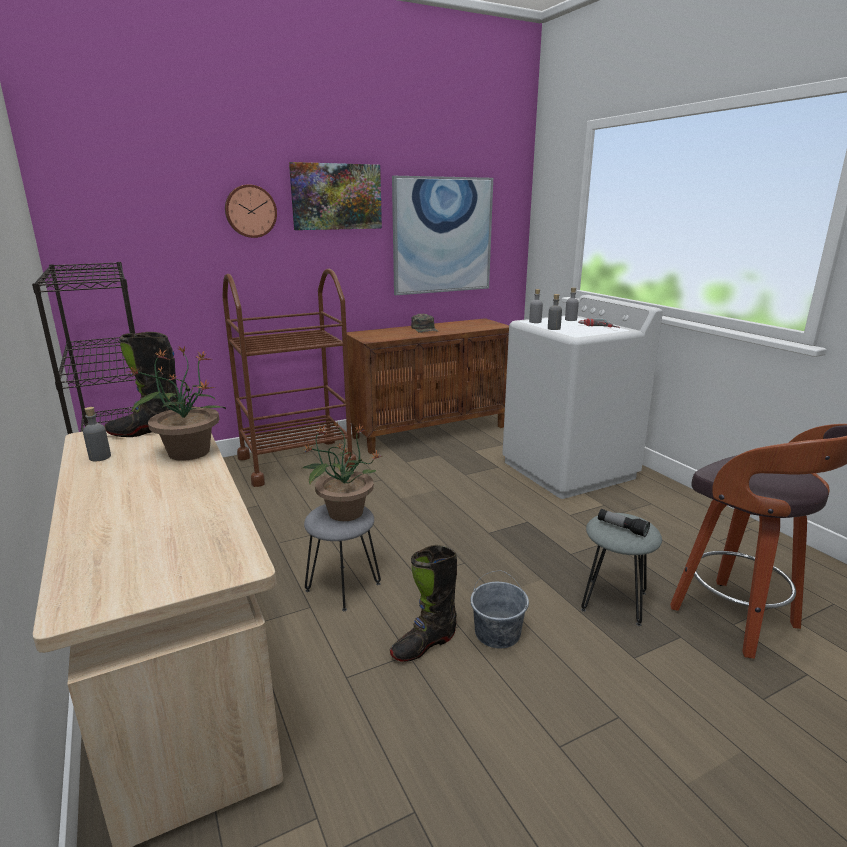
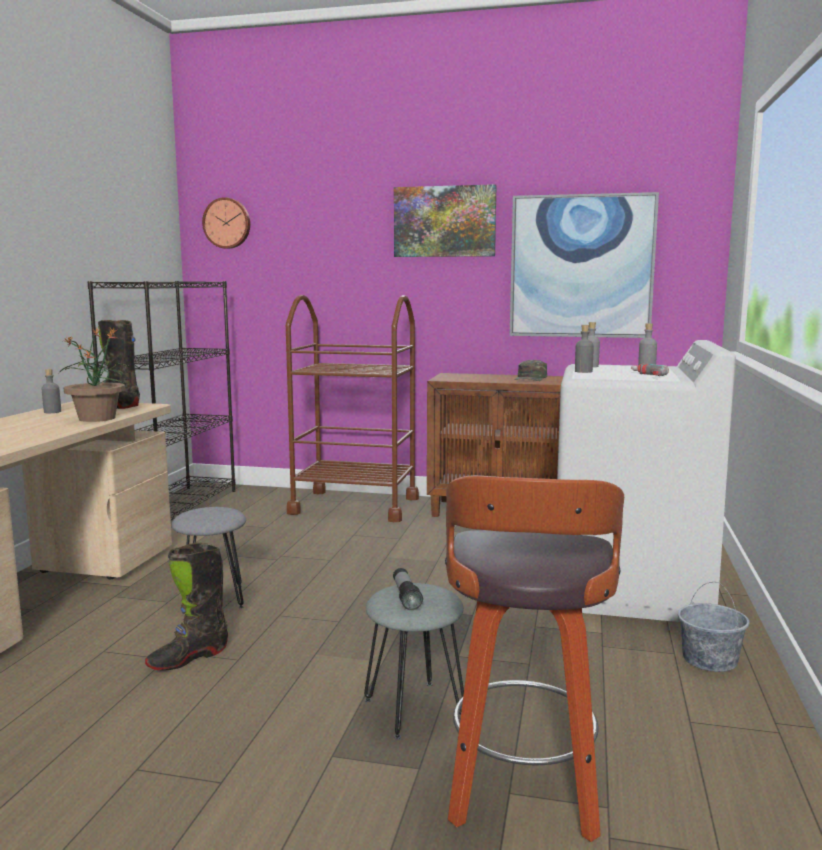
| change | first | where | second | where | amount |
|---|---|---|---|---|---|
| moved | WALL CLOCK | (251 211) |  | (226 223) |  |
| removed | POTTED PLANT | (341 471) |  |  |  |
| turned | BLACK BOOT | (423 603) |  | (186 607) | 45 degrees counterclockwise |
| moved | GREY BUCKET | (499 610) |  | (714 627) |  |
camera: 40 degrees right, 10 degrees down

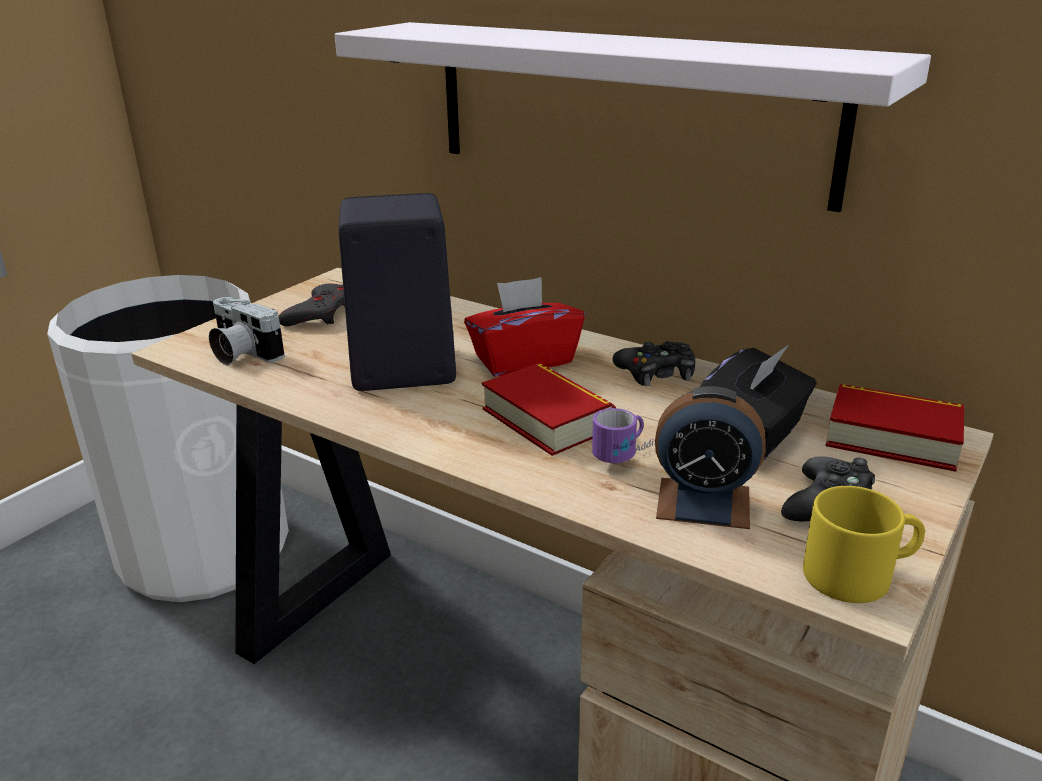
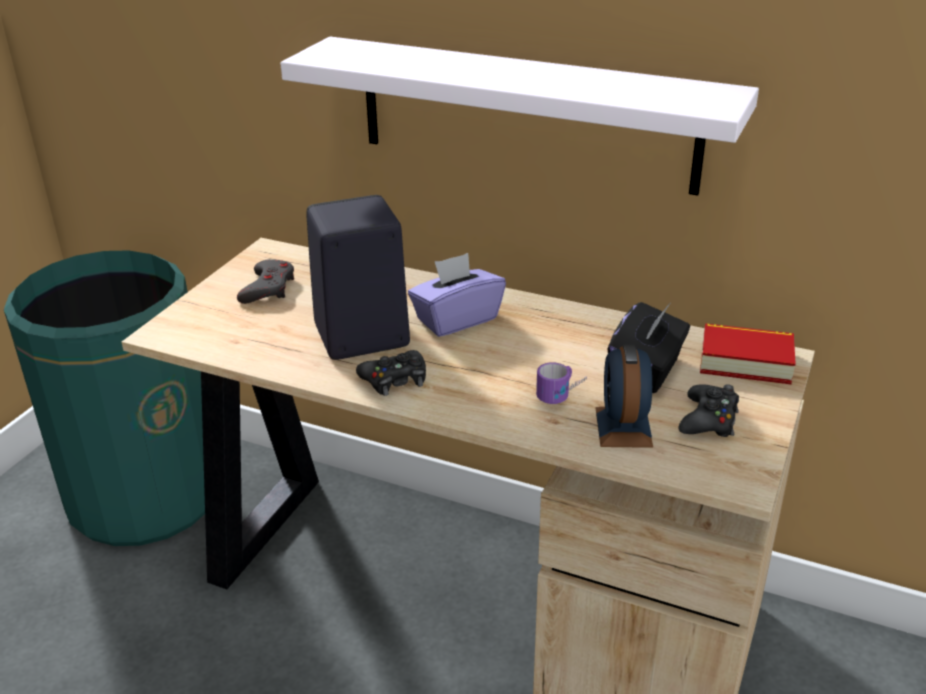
| change | first | where | second | where | amount |
|---|---|---|---|---|---|
| recoloured | WHITE TRASH CAN | (168 438) | GREEN TRASH CAN | (104 398) |  |
| removed | PHOTO CAMERA | (247 331) |  |  |  |
| recoloured | RED TISSUE BOX | (524 327) | PURPLE TISSUE BOX | (457 295) |  |
| removed | BOOK | (549 409) |  |  |  |
| moved | BLACK GAME CONTROLLER | (654 363) |  | (391 373) |  |
| turned | ALARM CLOCK | (710 457) |  | (624 396) | 90 degrees clockwise |
| removed | YELLOW MUG | (864 544) |  |  |  |
camera: 10 degrees left, 5 degrees up

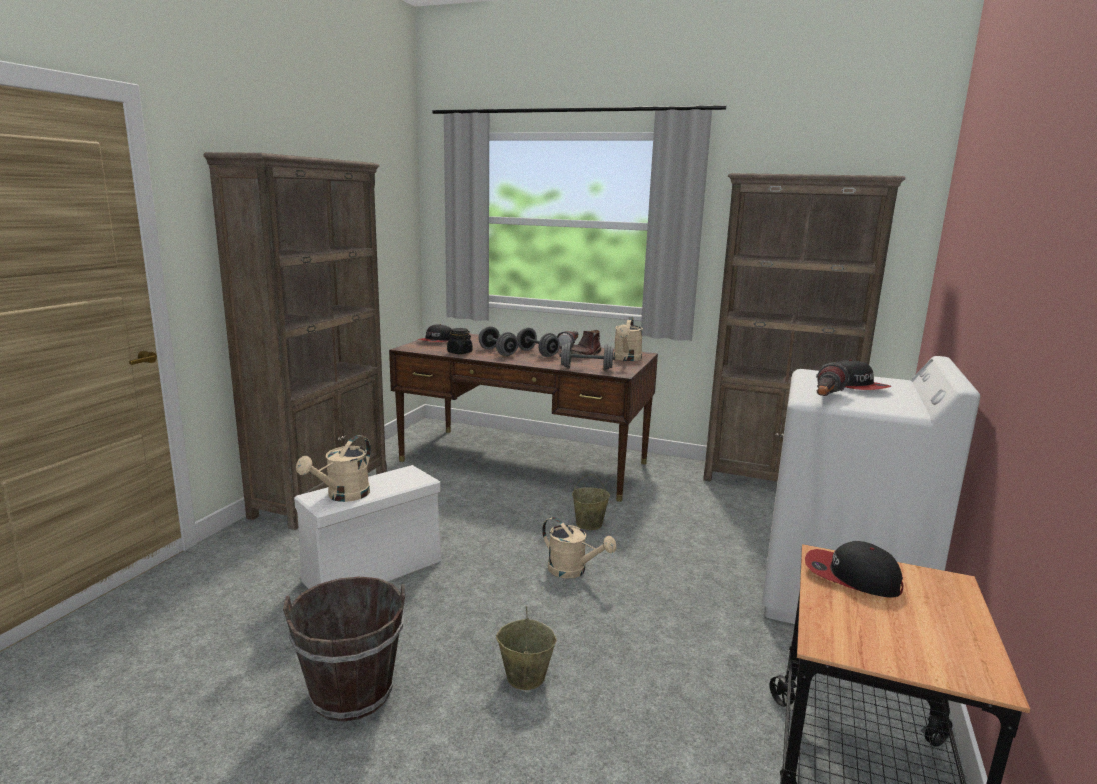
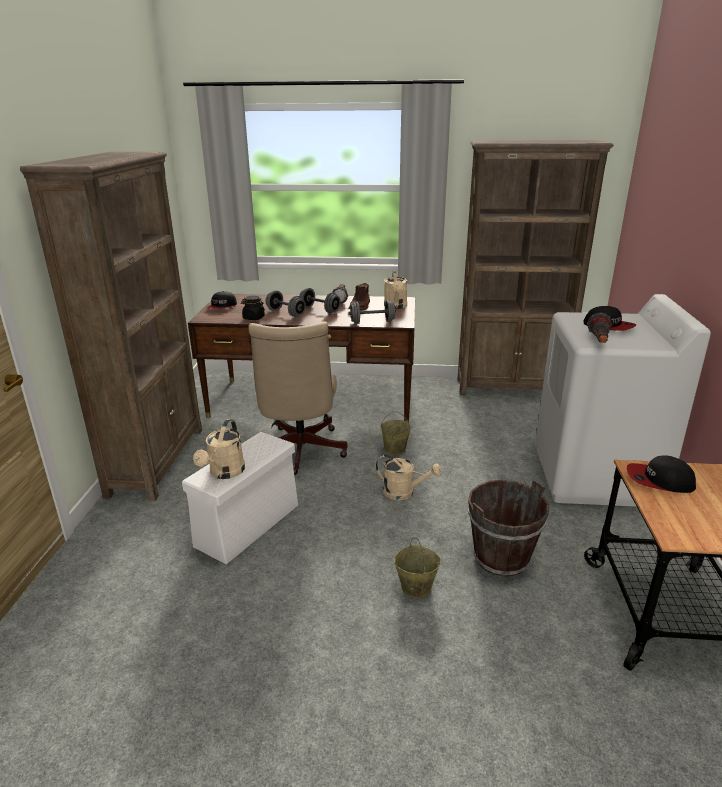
| change | first | where | second | where | amount |
|---|---|---|---|---|---|
| moved | BROWN BUCKET | (344 649) |  | (508 528) |  |
| added |  |  | BEIGE OFFICE CHAIR | (298 398) |  |
camera: 15 degrees left, 10 degrees up

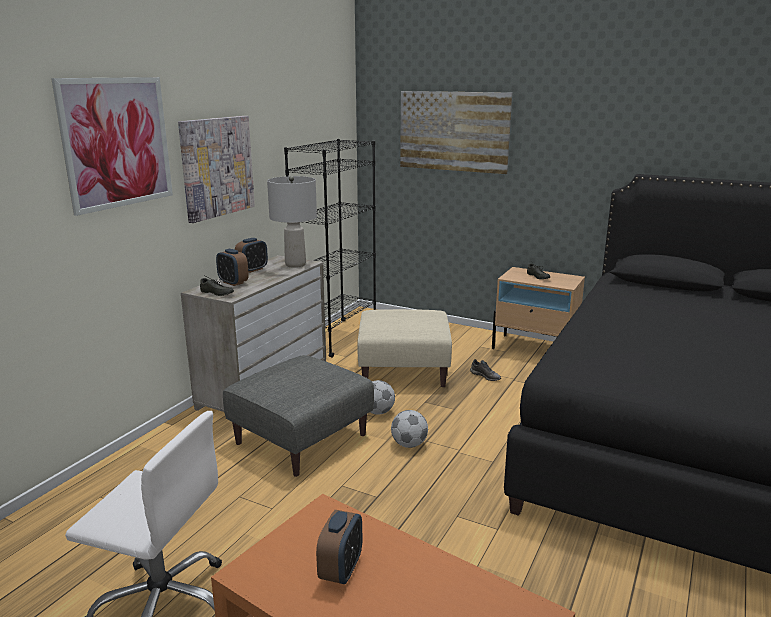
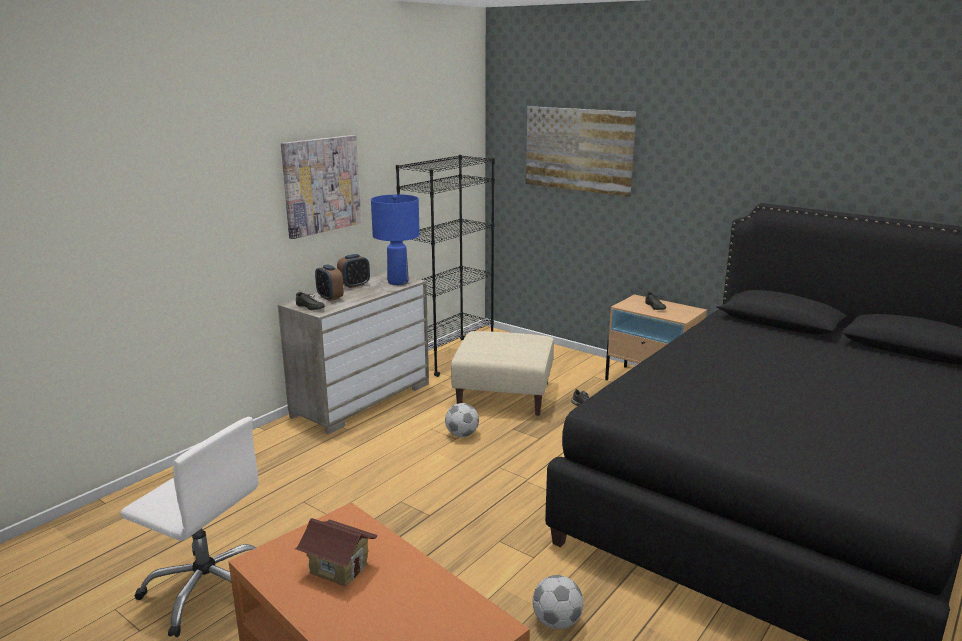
| change | first | where | second | where | amount |
|---|---|---|---|---|---|
| removed | PICTURE | (112 146) |  |  |  |
| removed | GREY OTTOMAN | (298 416) |  |  |  |
| recoloured | GREY TABLE LAMP | (292 222) | BLUE TABLE LAMP | (395 239) |  |
| replaced | ALARM CLOCK | (339 547) | TOY HOUSE | (336 552) |  |
| moved | FOOTBALL | (409 429) |  | (557 602) |  |
camera: 10 degrees right, 0 degrees up

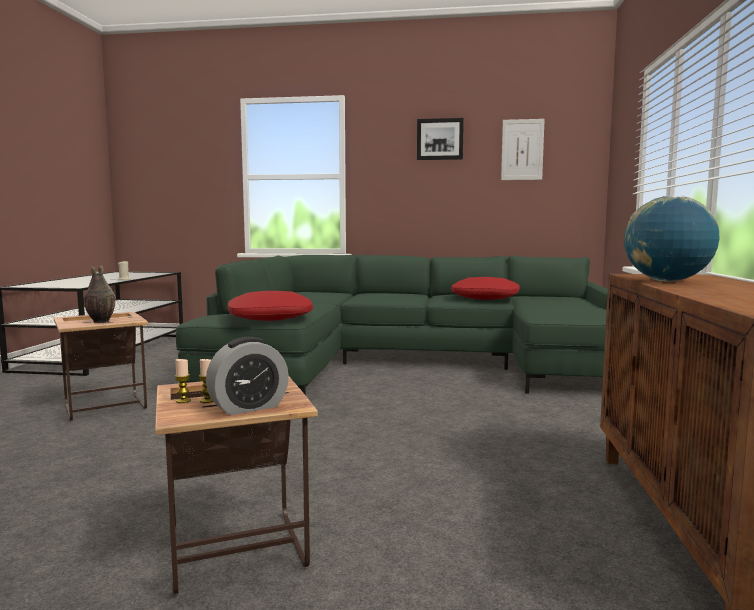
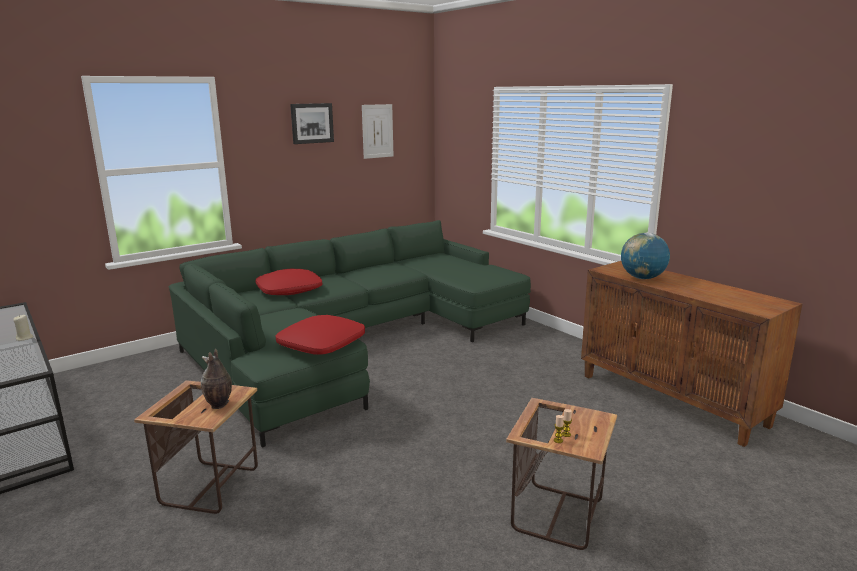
| change | first | where | second | where | amount |
|---|---|---|---|---|---|
| removed | ALARM CLOCK | (247 376) |  |  |  |
| moved | RED PILLOW | (485 288) |  | (288 282) |  |
camera: 45 degrees left, 10 degrees up

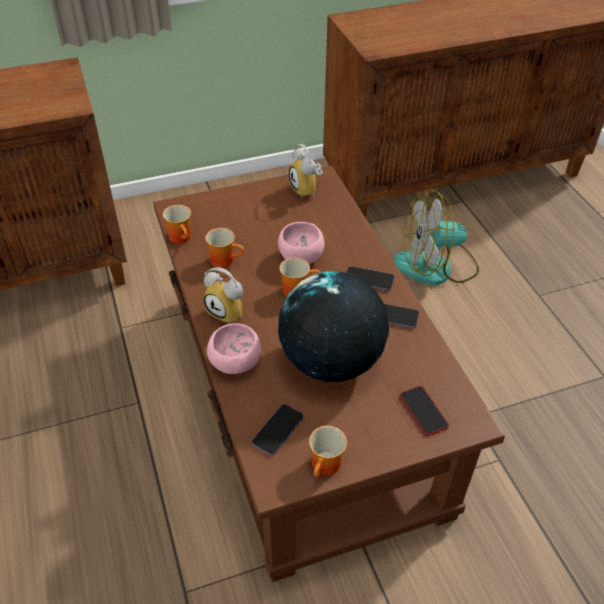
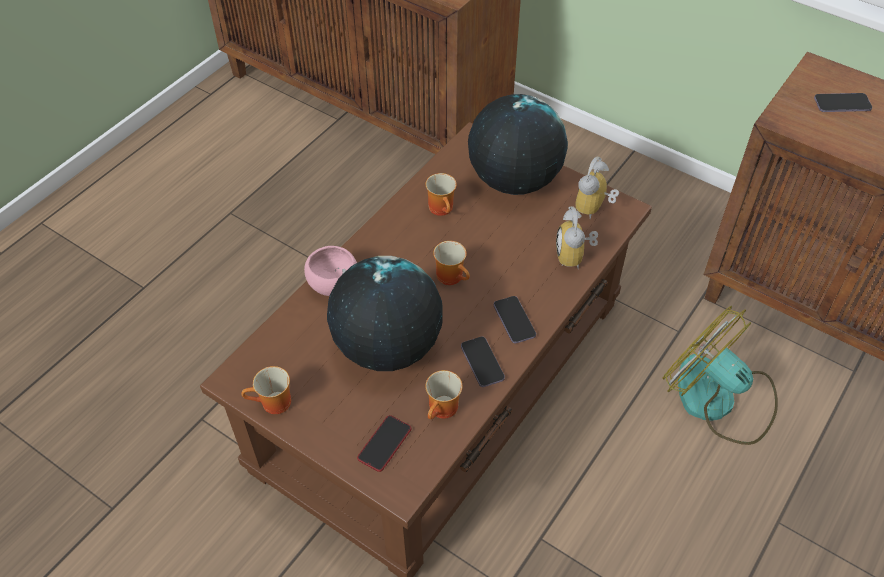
| change | first | where | second | where | amount |
|---|---|---|---|---|---|
| moved | MUG | (177 224) |  | (443 394) |  |
| moved | ALARM CLOCK | (223 295) |  | (577 237) |  |
| moved | PHONE | (278 430) |  | (843 102) |  |
| removed | PINK BOWL | (301 243) |  |  |  |
| added |  |  | GLOBE | (518 144) |  |
camera: 55 degrees right, 5 degrees up

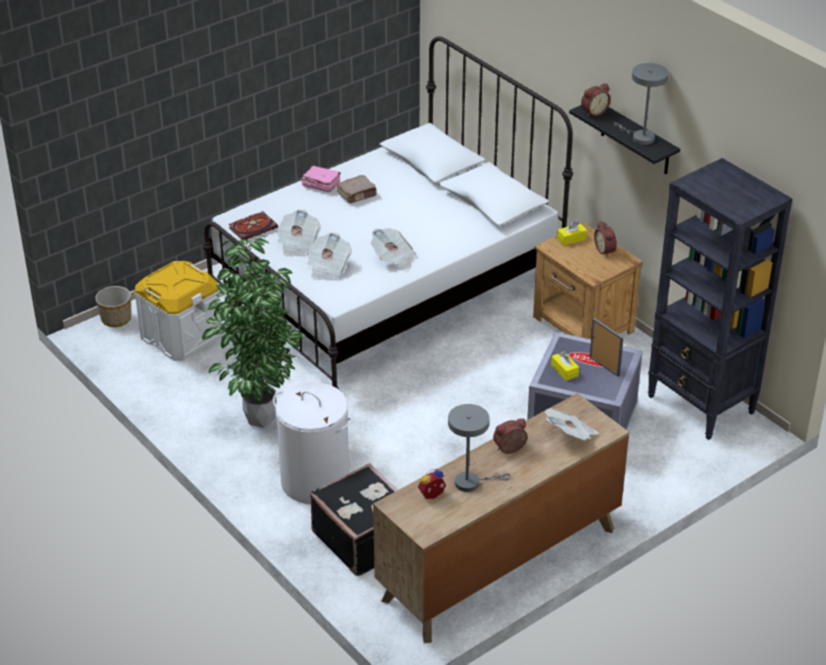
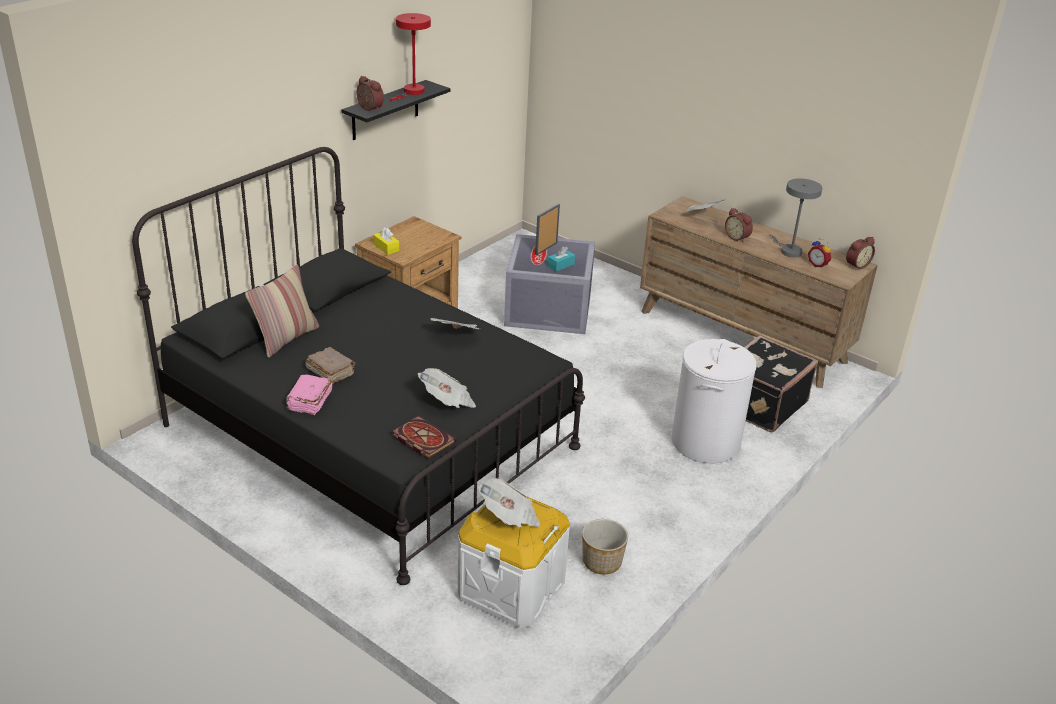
| change | first | where | second | where | amount |
|---|---|---|---|---|---|
| moved | PLANTER | (113 306) |  | (605 546) |  |
| recoloured | WHITE BED | (387 213) | BLACK BED | (358 366) |  |
| removed | POTTED PLANT | (252 331) |  |  |  |
| moved | NEWSPAPER | (329 256) |  | (509 502) |  |
| recoloured | YELLOW TISSUE BOX | (565 366) | TURQUOISE TISSUE BOX | (561 259) |  |
| moved | ALARM CLOCK | (605 239) |  | (860 253) |  |
| recoloured | GREY TABLE LAMP | (641 104) | RED TABLE LAMP | (410 57) |  |
| removed | BLACK BOOKCASE | (720 299) |  |  |  |
| added |  |  | PILLOW | (282 311) |  |
camera: 105 degrees left, 5 degrees down

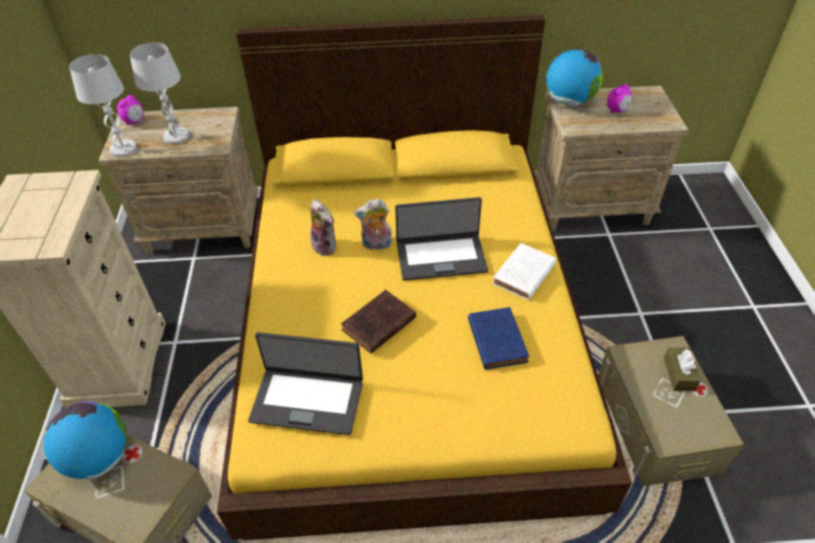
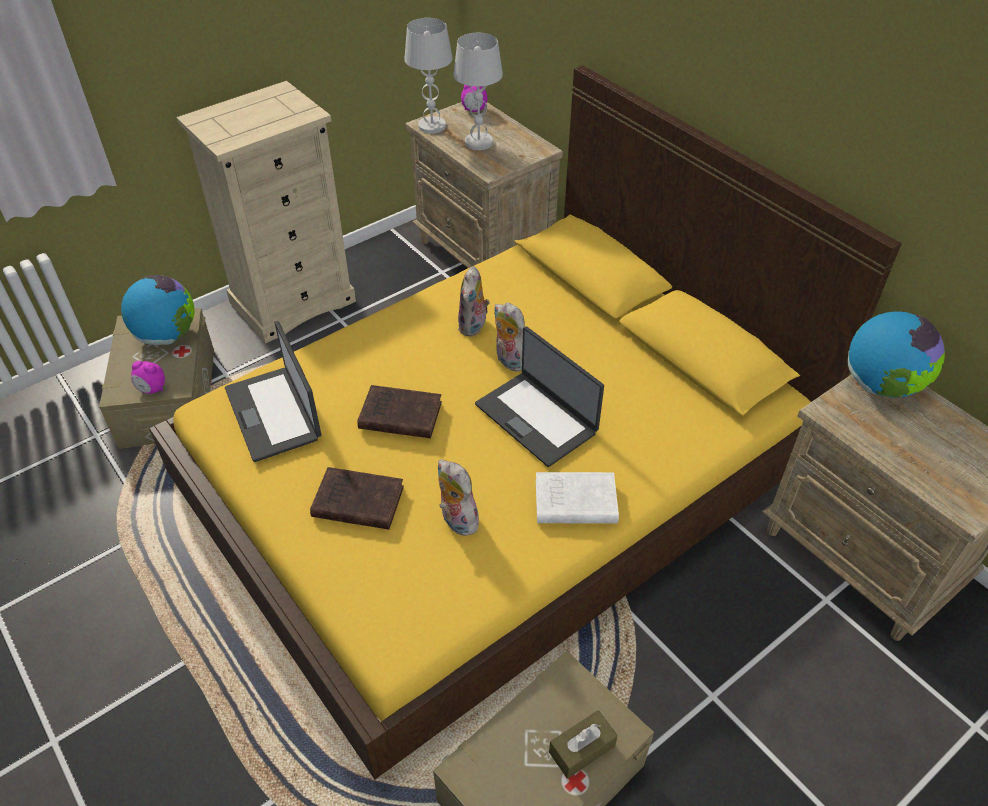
| change | first | where | second | where | amount |
|---|---|---|---|---|---|
| replaced | BLUE BOOK | (498 338) | PLUSH TOY | (460 498) |  |
| moved | ALARM CLOCK | (619 98) |  | (148 377) |  |
| added |  |  | BROWN BOOK | (357 498) |  |
camera: 55 degrees right, 0 degrees up

